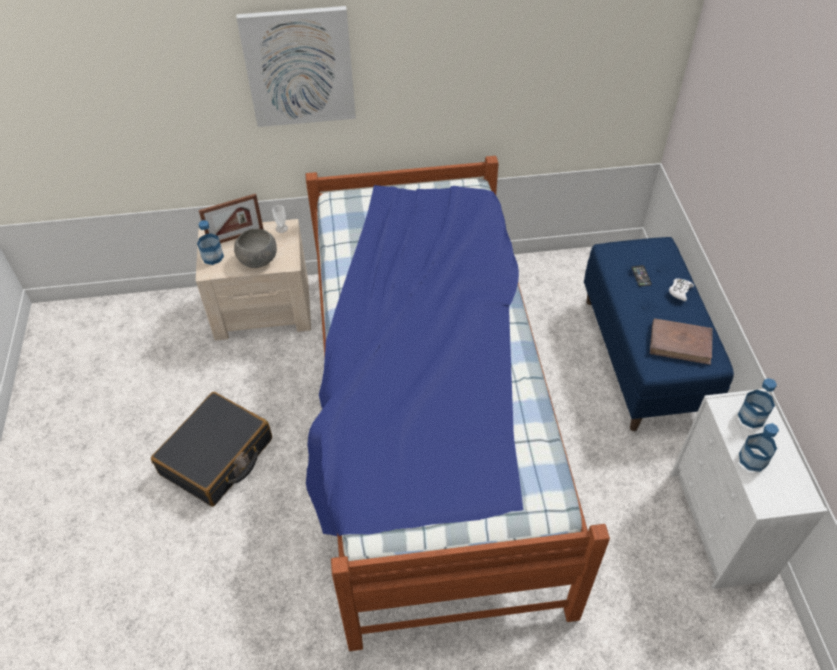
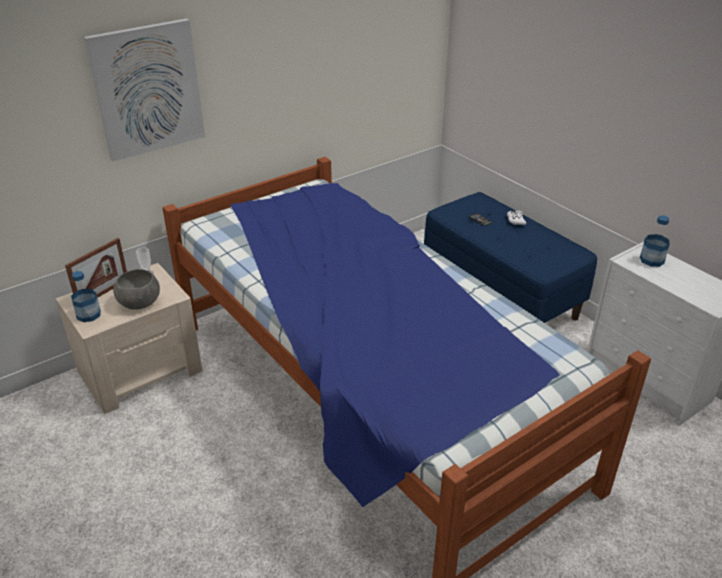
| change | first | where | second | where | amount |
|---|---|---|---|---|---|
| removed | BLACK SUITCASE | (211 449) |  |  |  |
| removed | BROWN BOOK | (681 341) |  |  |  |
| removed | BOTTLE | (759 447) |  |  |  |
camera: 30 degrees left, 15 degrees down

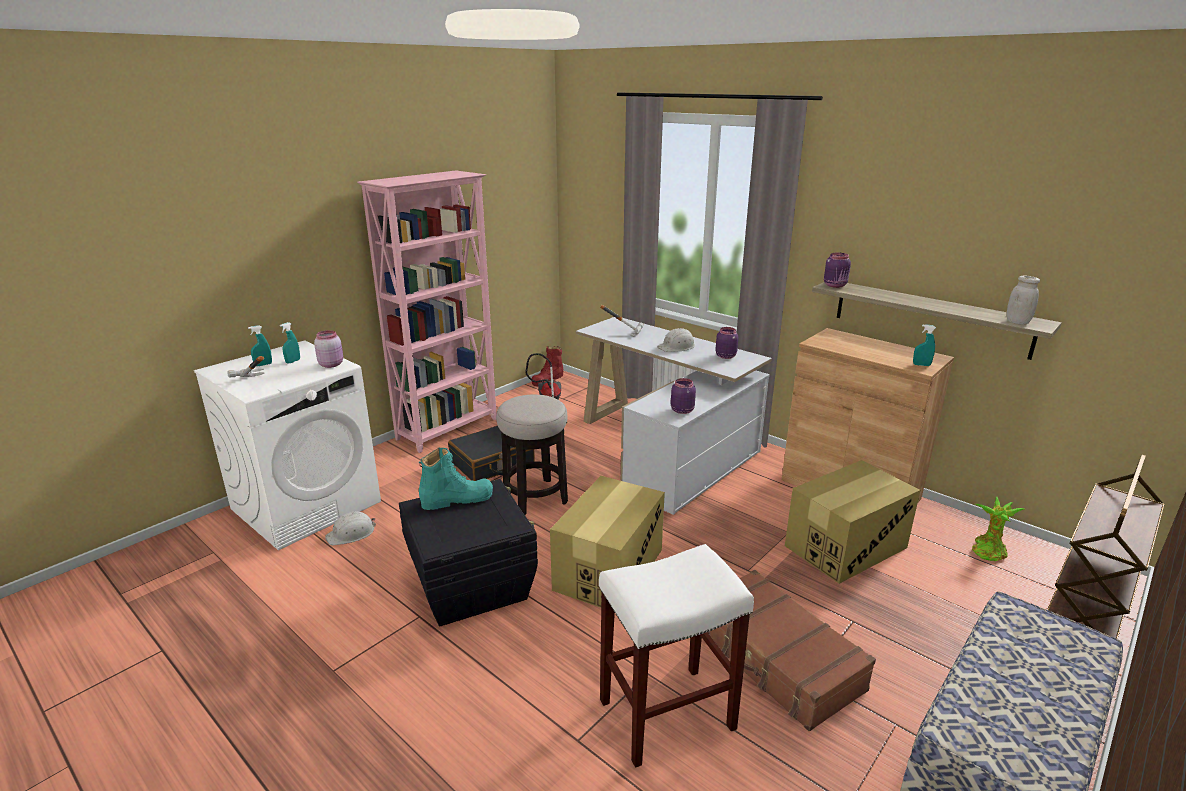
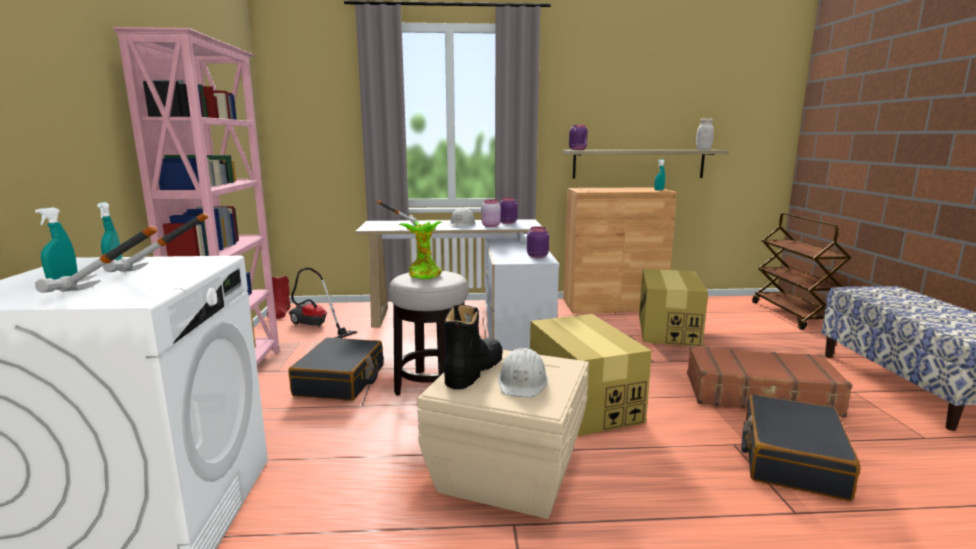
| change | first | where | second | where | amount |
|---|---|---|---|---|---|
| moved | PINK JAR | (328 349) |  | (491 213) |  |
| moved | WHITE HARD HAT | (350 528) |  | (523 373) |  |
| recoloured | BLACK STORAGE BOX | (468 553) | BEIGE STORAGE BOX | (503 434) |  |
| recoloured | TURQUOISE BOOT | (456 479) | BLACK BOOT | (473 346) |  |
| replaced | WHITE STOOL | (676 656) | BLACK SUITCASE | (800 447) |  |
| moved | POTTED PLANT | (998 529) |  | (420 250) |  |
| added |  |  | HAMMER | (156 242) |  |
camera: 45 degrees left, 10 degrees down

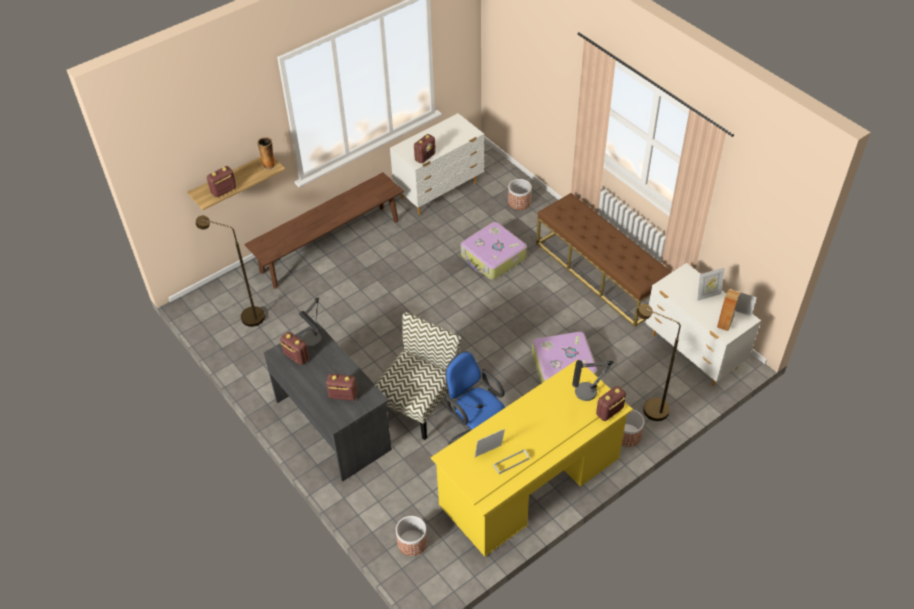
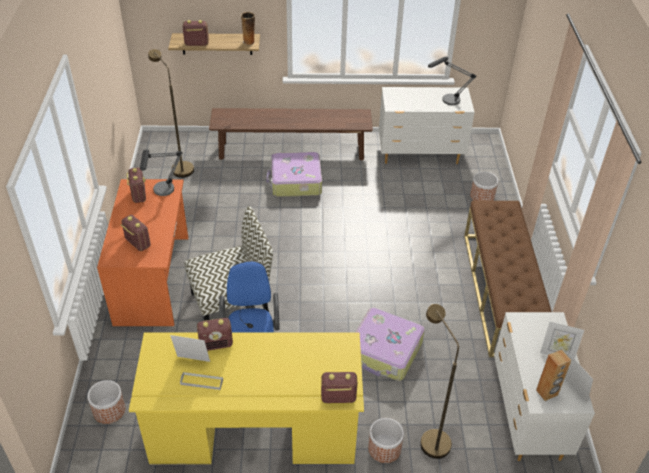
| change | first | where | second | where | amount |
|---|---|---|---|---|---|
| recoloured | GREY DESK | (328 402) | ORANGE DESK | (142 252) |  |
| moved | RADIO | (425 149) |  | (215 334) |  |
| moved | SUITCASE | (494 251) |  | (294 174) |  |
| moved | TABLE LAMP | (593 380) |  | (452 81) |  |
camera: 35 degrees right, 5 degrees down

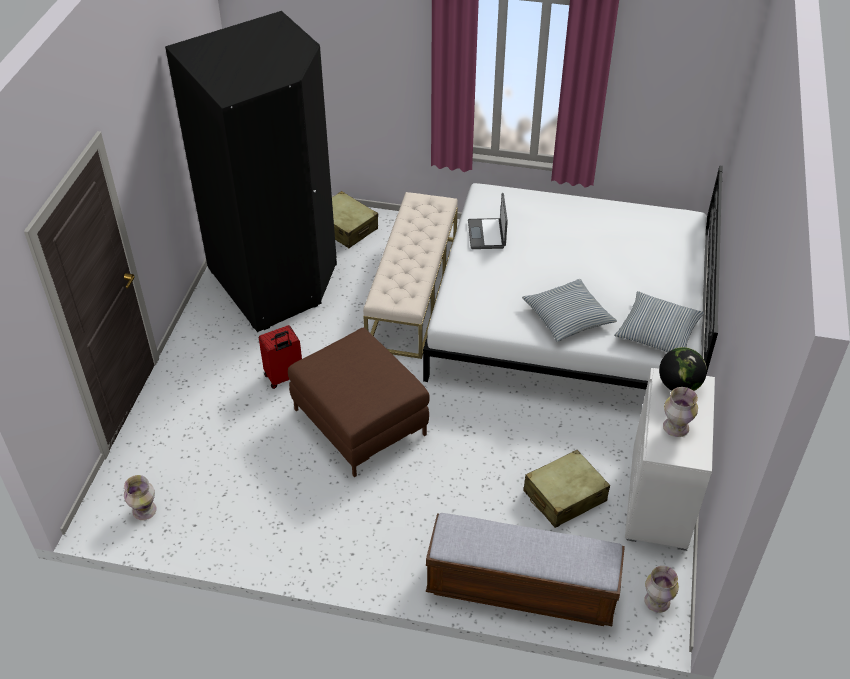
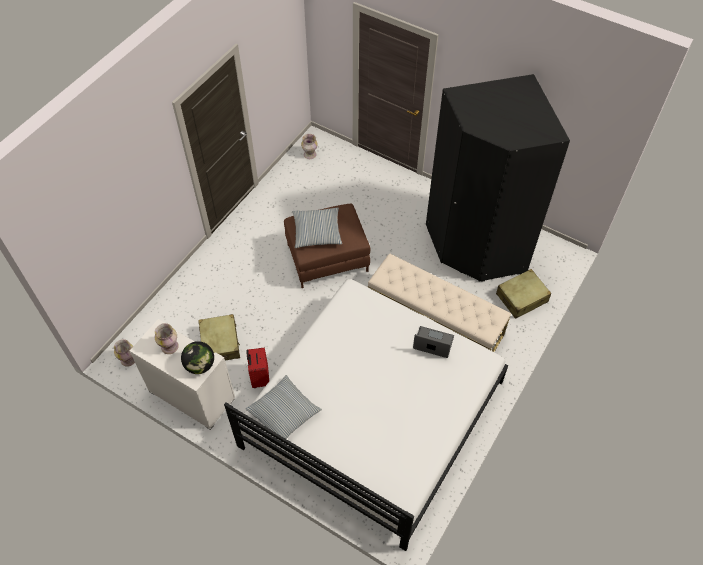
| change | first | where | second | where | amount |
|---|---|---|---|---|---|
| moved | RED SUITCASE | (280 357) |  | (257 367) |  |
| removed | BENCH | (525 569) |  |  |  |
| moved | PILLOW | (569 310) |  | (317 228) |  |
camera: 110 degrees right, 10 degrees up

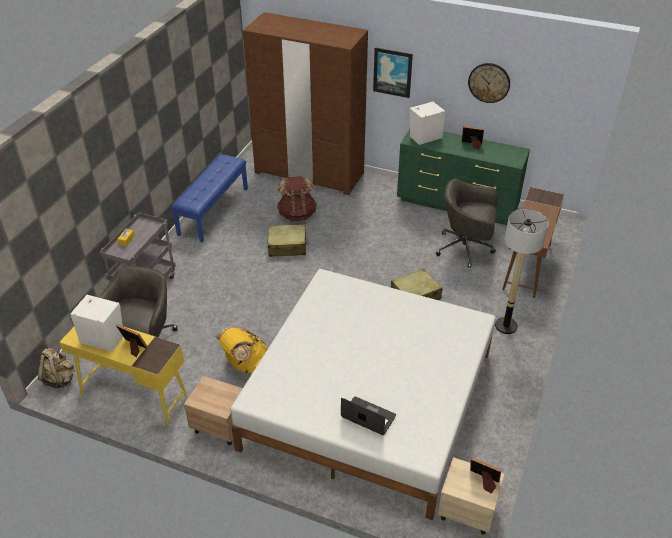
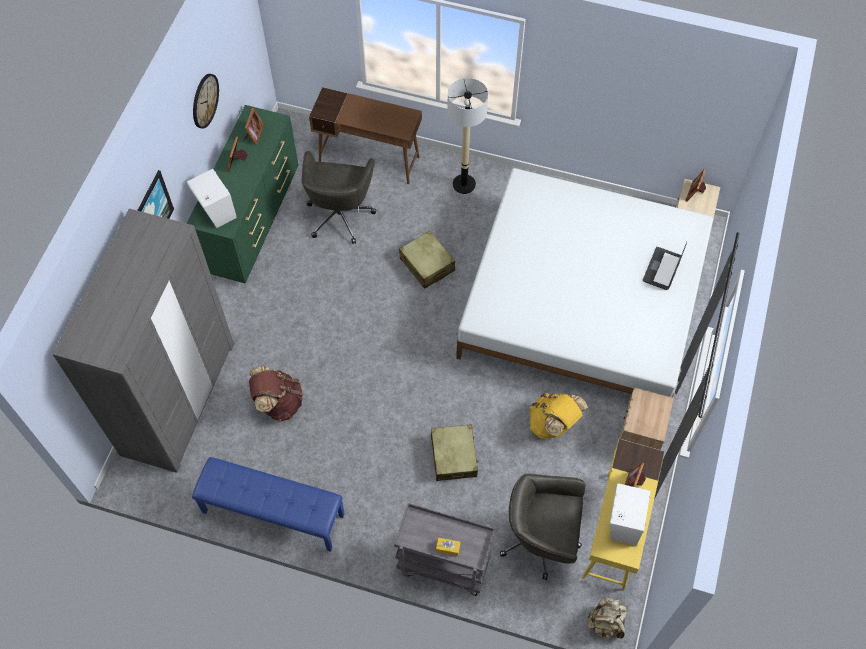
| change | first | where | second | where | amount |
|---|---|---|---|---|---|
| recoloured | BROWN WARDROBE | (305 103) | GREY WARDROBE | (143 340) |  |
| moved | BEIGE SUITCASE | (288 240) |  | (454 452) |  |
| added |  |  | PICTURE FRAME | (253 126) |  |
camera: 95 degrees left, 20 degrees up

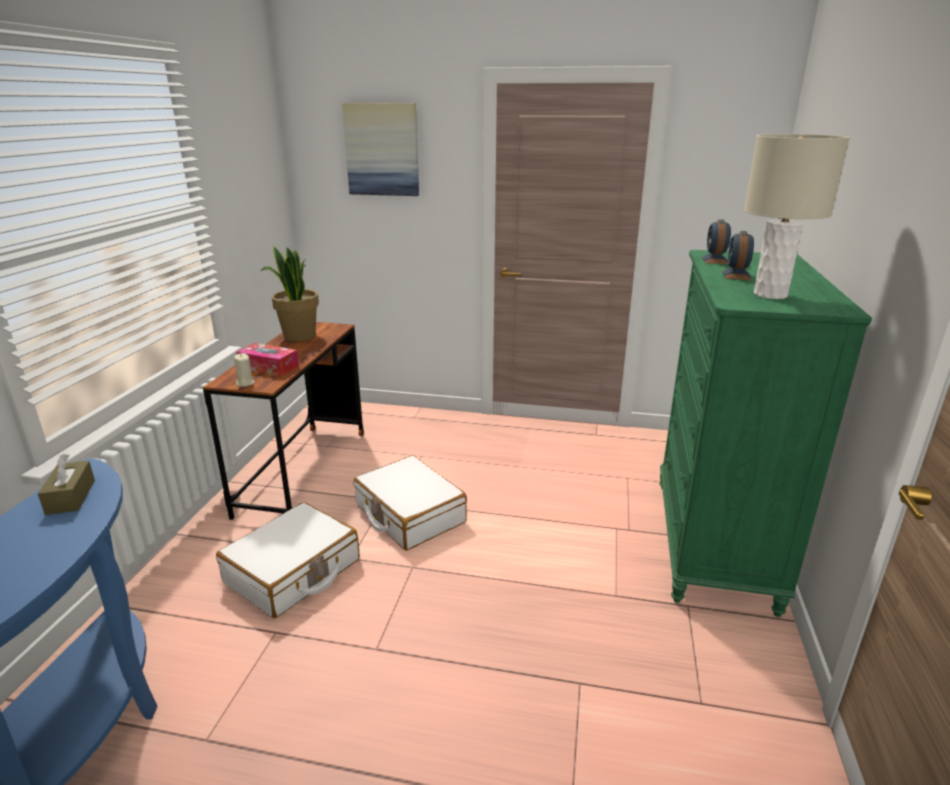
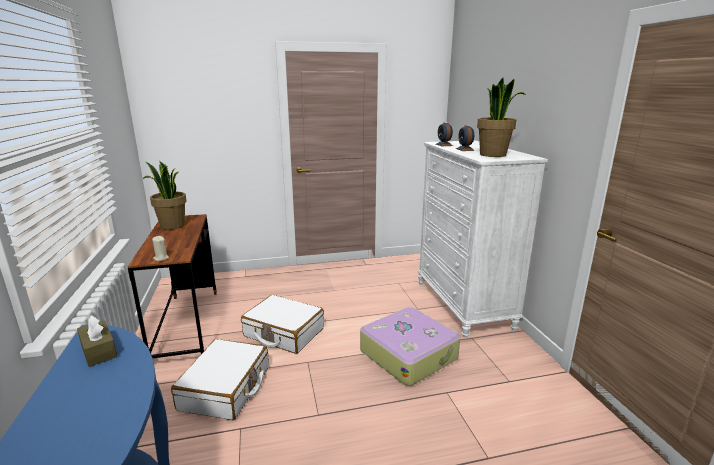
| change | first | where | second | where | amount |
|---|---|---|---|---|---|
| removed | TISSUE BOX | (267 359) |  |  |  |
| removed | PICTURE | (380 149) |  |  |  |
| recoloured | GREEN DRESSER | (765 433) | WHITE DRESSER | (483 239) |  |
| replaced | BEIGE TABLE LAMP | (797 216) | POTTED PLANT | (501 117) |  |
| added |  |  | SUITCASE | (410 346) |  |
camera: 25 degrees left, 5 degrees down

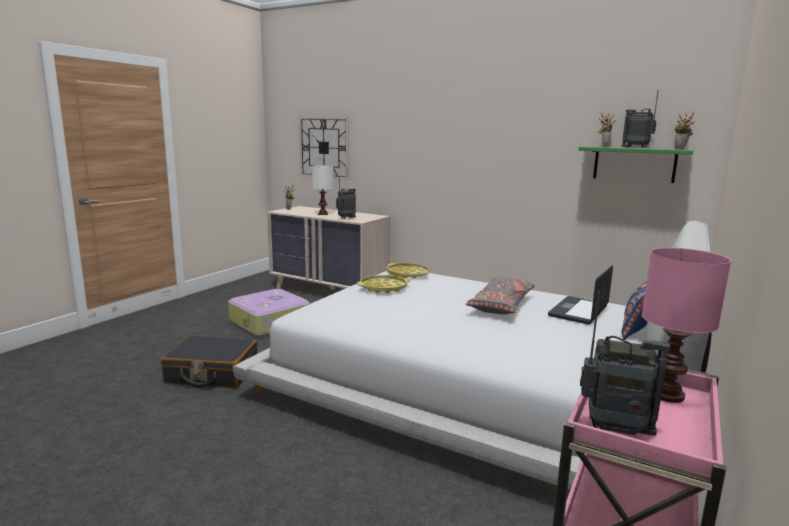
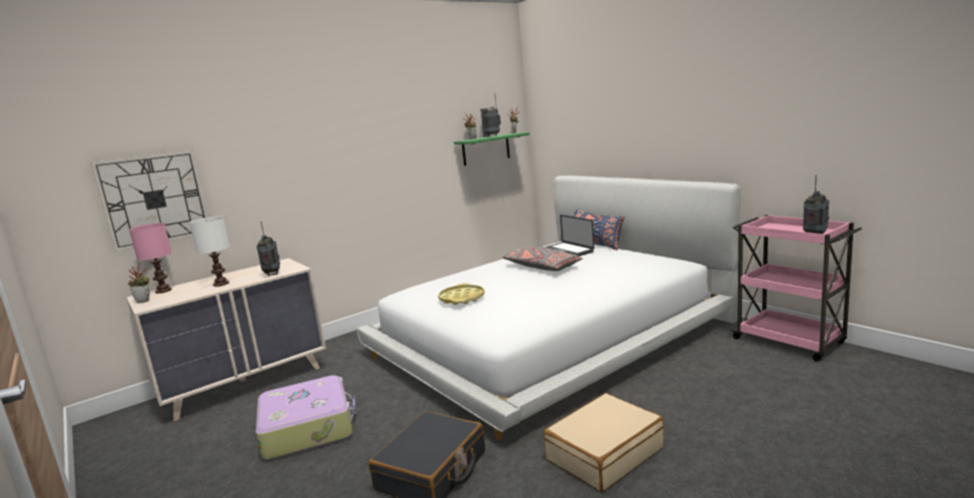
| change | first | where | second | where | amount |
|---|---|---|---|---|---|
| removed | YELLOW TRAY | (408 270) |  |  |  |
| moved | PINK TABLE LAMP | (686 325) |  | (150 258) |  |
| added |  |  | BEIGE SUITCASE | (604 442) |  |
camera: 65 degrees left, 0 degrees up

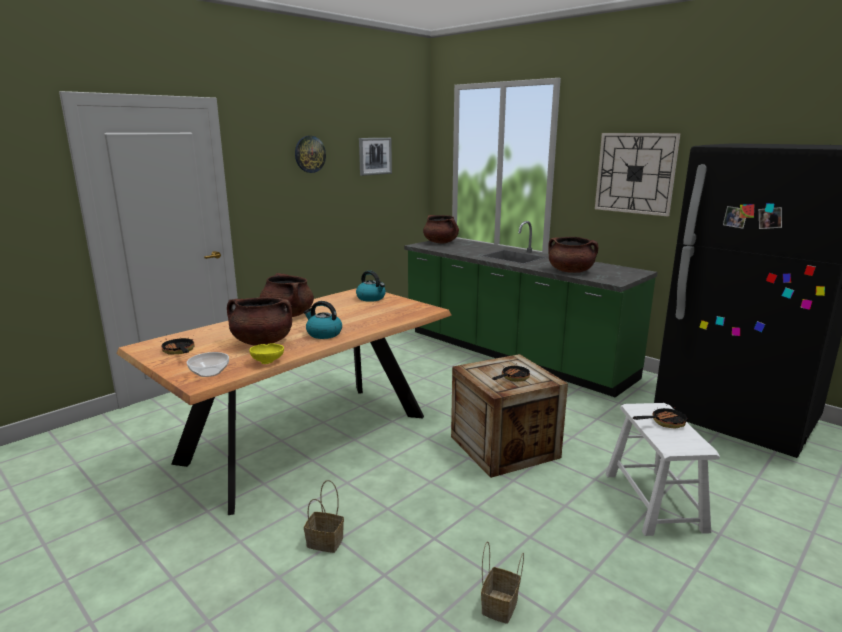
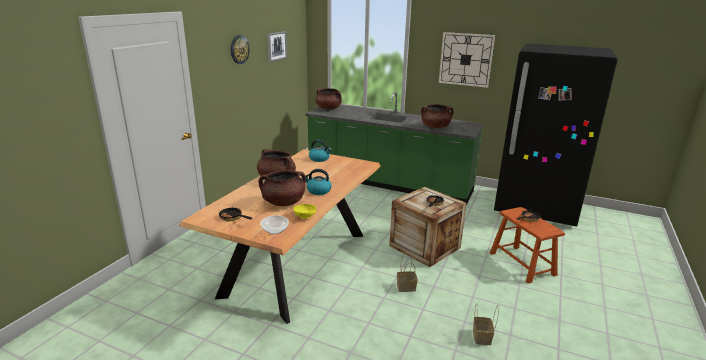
| change | first | where | second | where | amount |
|---|---|---|---|---|---|
| moved | BASKET | (324 516) |  | (407 272) |  |
| recoloured | WHITE STOOL | (663 469) | BROWN STOOL | (527 245) |  |
camera: 20 degrees left, 5 degrees up

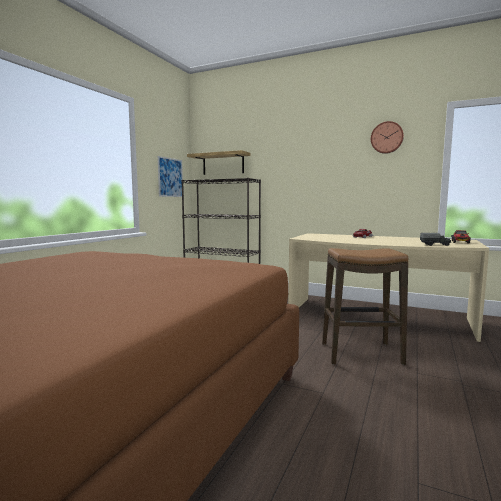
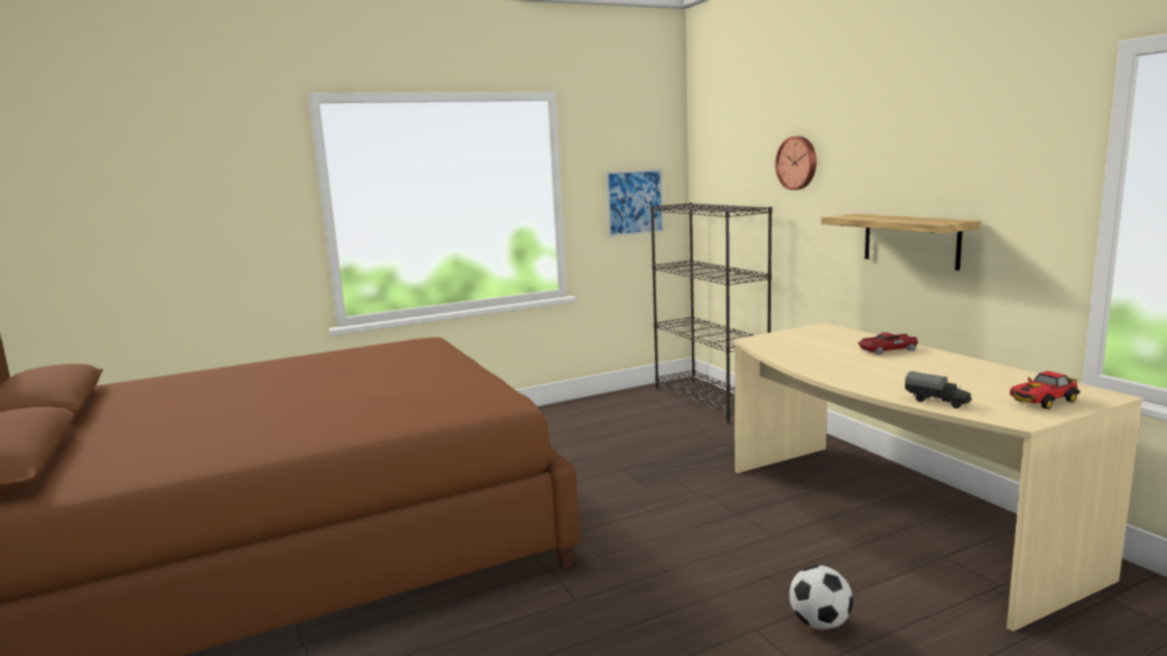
| change | first | where | second | where | amount |
|---|---|---|---|---|---|
| moved | SHELF | (219 162) |  | (900 242) |  |
| removed | STOOL | (365 306) |  |  |  |
| moved | WALL CLOCK | (387 137) |  | (795 163) |  |
| added |  |  | FOOTBALL | (821 597) |  |
camera: 40 degrees right, 5 degrees up

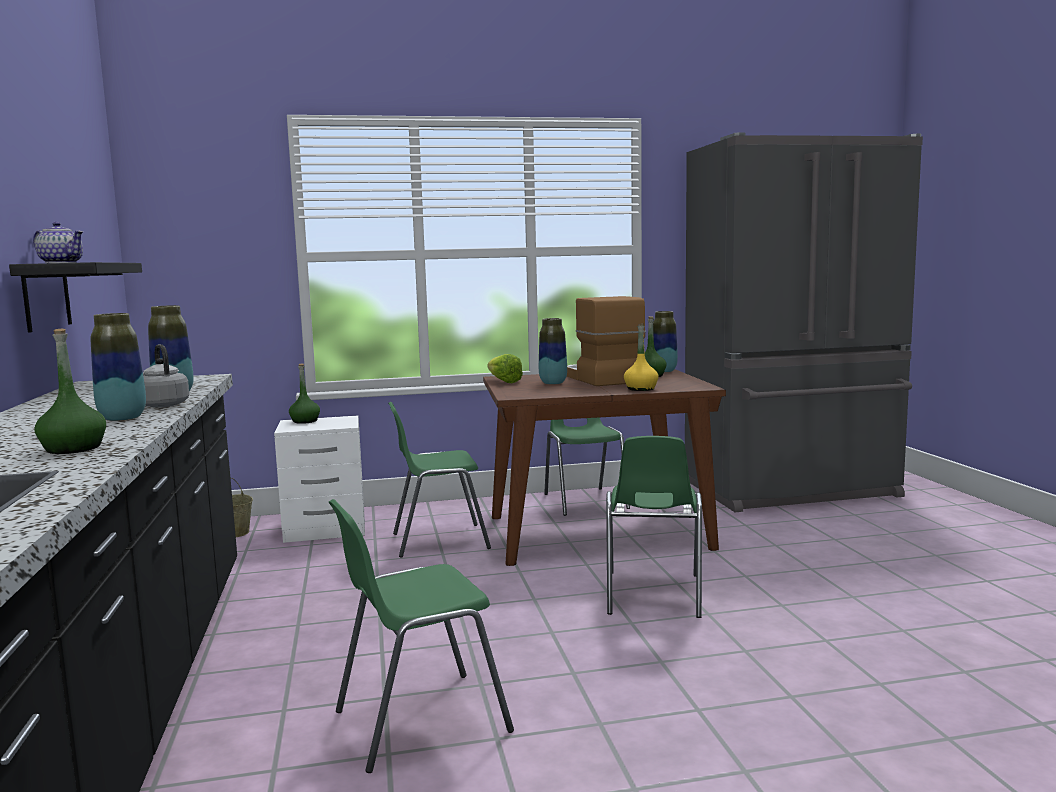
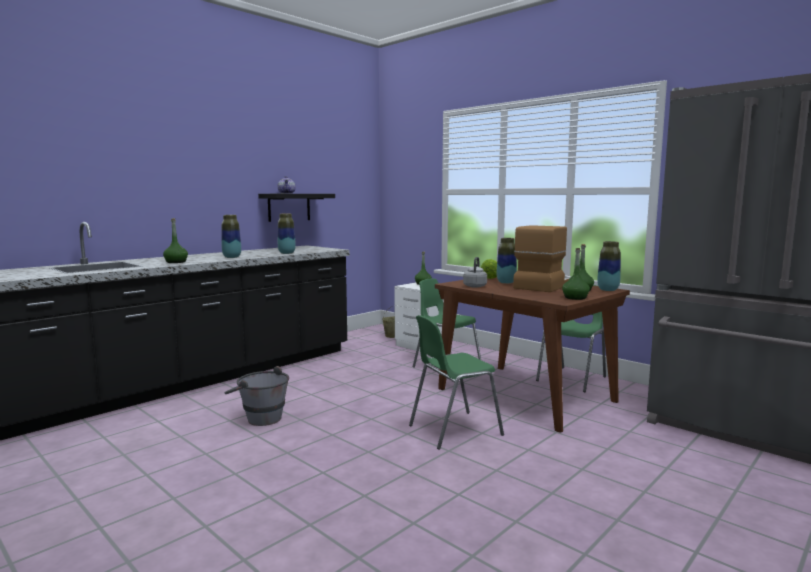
| change | first | where | second | where | amount |
|---|---|---|---|---|---|
| moved | GREY KETTLE | (166 376) |  | (475 272) |  |
| replaced | GREEN CHAIR | (421 636) | GREY BUCKET | (257 396) |  |
| removed | YELLOW BOTTLE | (641 357) |  |  |  |
| added |  |  | GREEN BOTTLE | (576 274) |  |
camera: 55 degrees right, 0 degrees up

